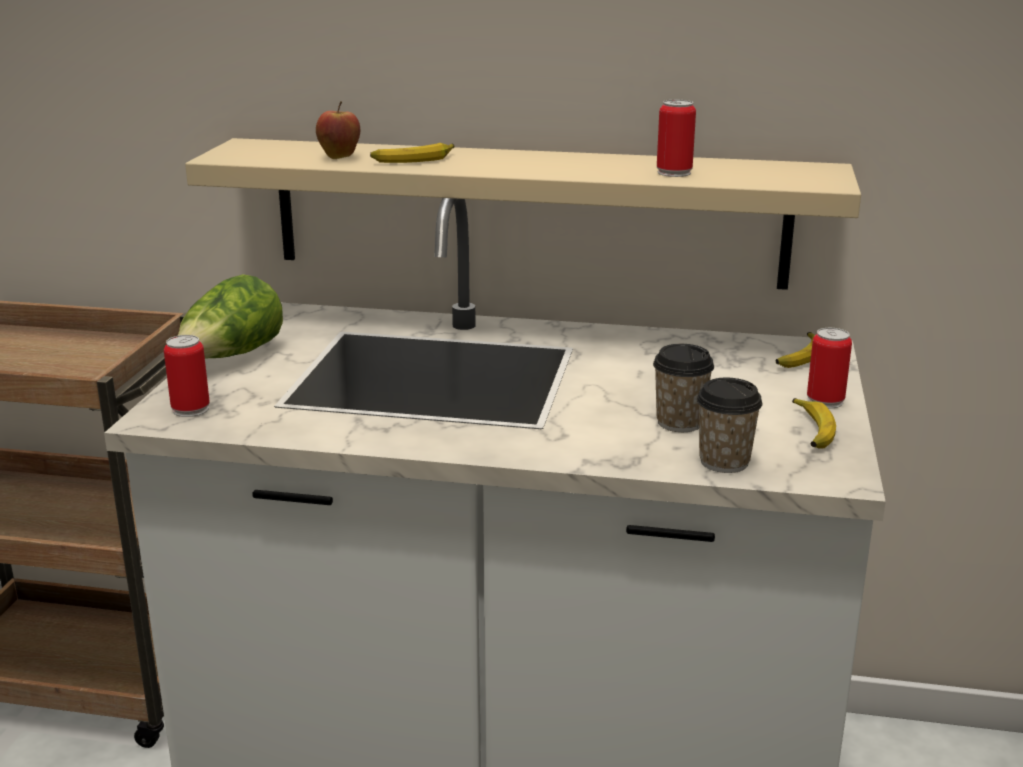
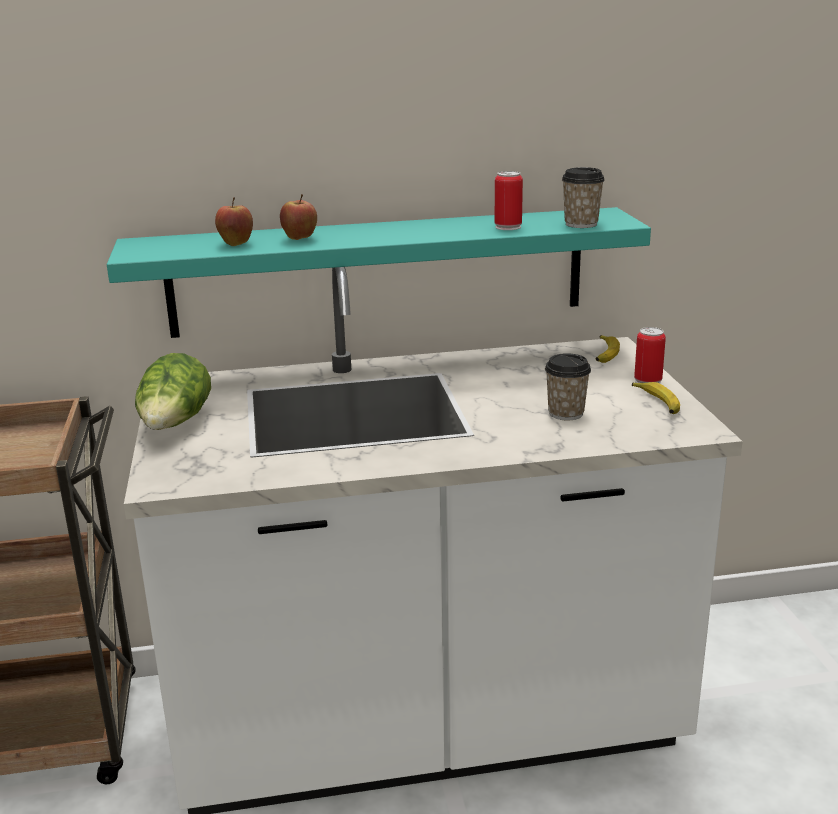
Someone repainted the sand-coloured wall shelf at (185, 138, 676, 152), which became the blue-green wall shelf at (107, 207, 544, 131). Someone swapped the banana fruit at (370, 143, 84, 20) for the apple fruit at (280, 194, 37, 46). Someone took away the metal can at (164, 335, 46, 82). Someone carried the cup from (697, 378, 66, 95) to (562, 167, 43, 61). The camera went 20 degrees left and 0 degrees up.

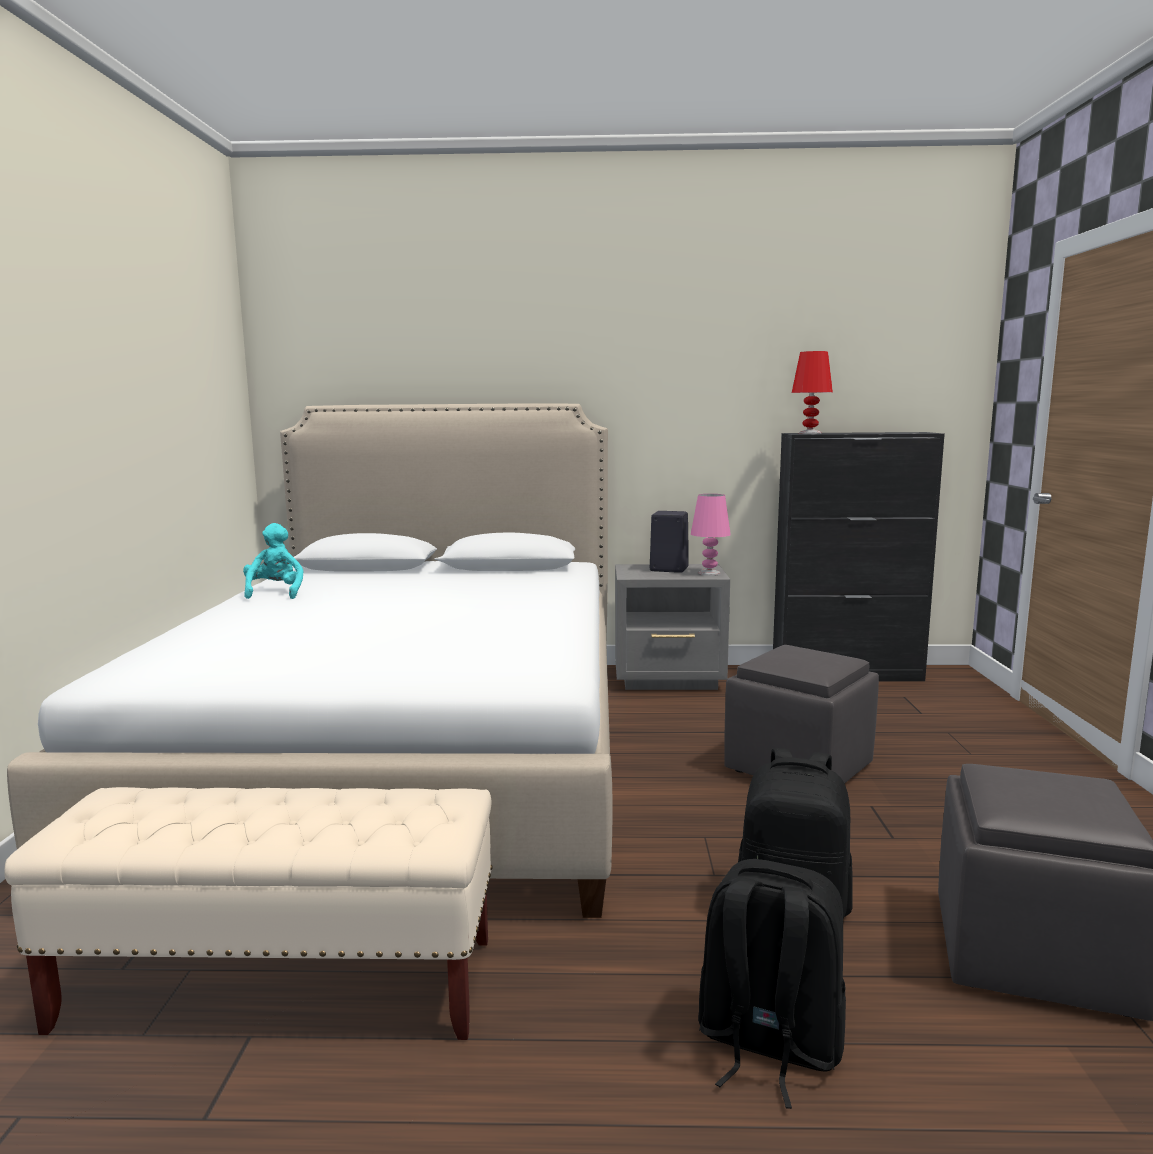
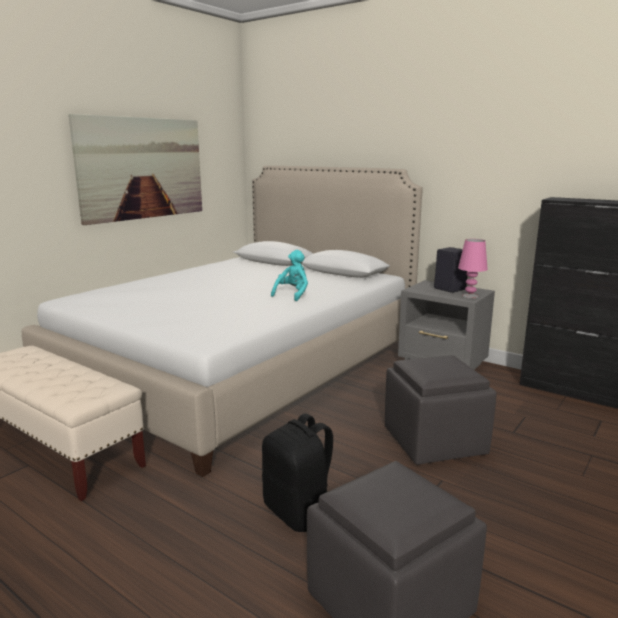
Someone took away the reddish tabletop lamp at (792, 351, 41, 83). Someone carried the blue-green plush toy from (243, 523, 60, 76) to (271, 250, 37, 51). Someone took away the blackish rucksack at (698, 859, 148, 250). Someone put up the picture at (68, 114, 134, 111). The camera went 35 degrees right and 5 degrees up.

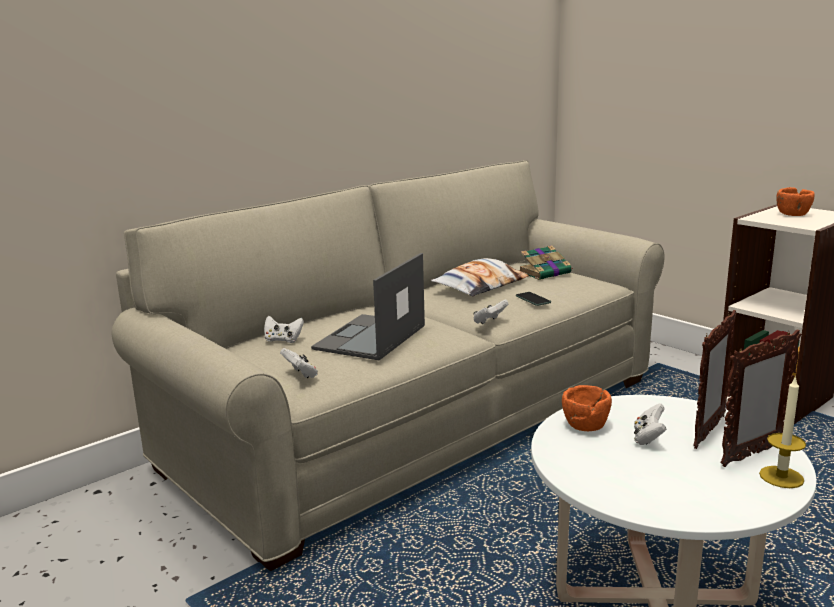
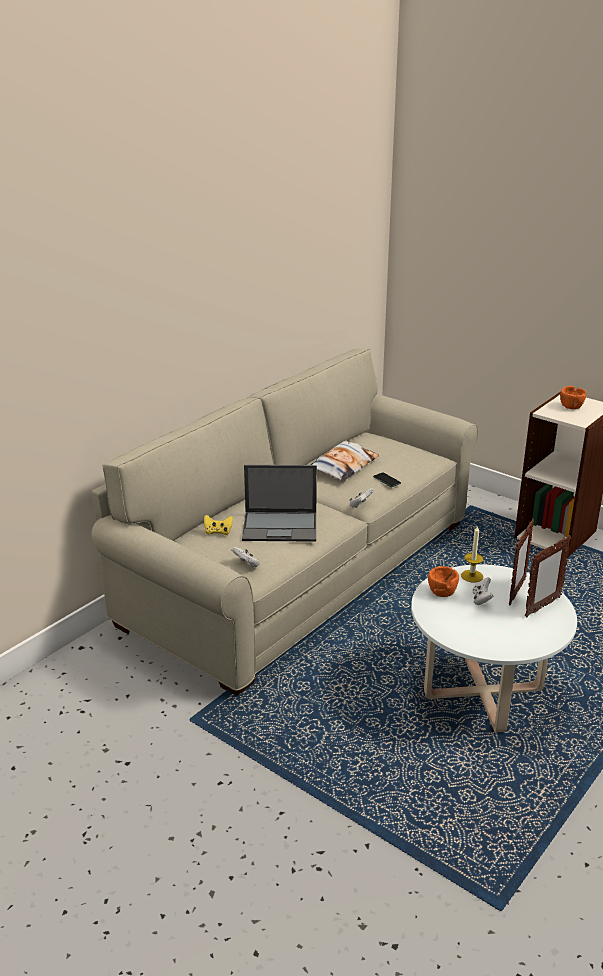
Someone took away the volume at (520, 245, 53, 35). Someone rotated the laptop at (311, 253, 114, 107) by 105 degrees counterclockwise. Someone repainted the white-coloured joypad at (264, 316, 40, 27), which became the yellowish joypad at (204, 515, 29, 20). Someone carried the wax candle from (759, 376, 47, 112) to (461, 525, 23, 57). The camera went 10 degrees left and 10 degrees up.

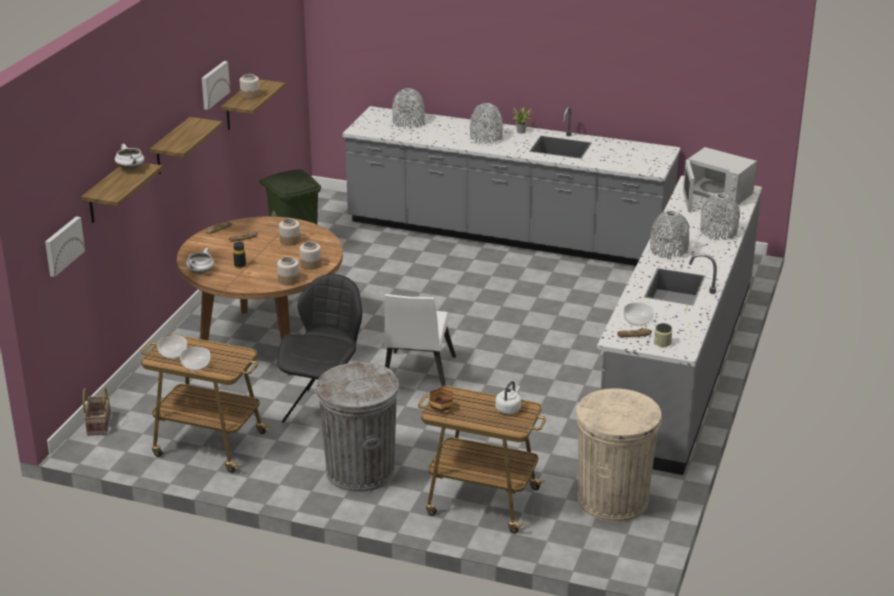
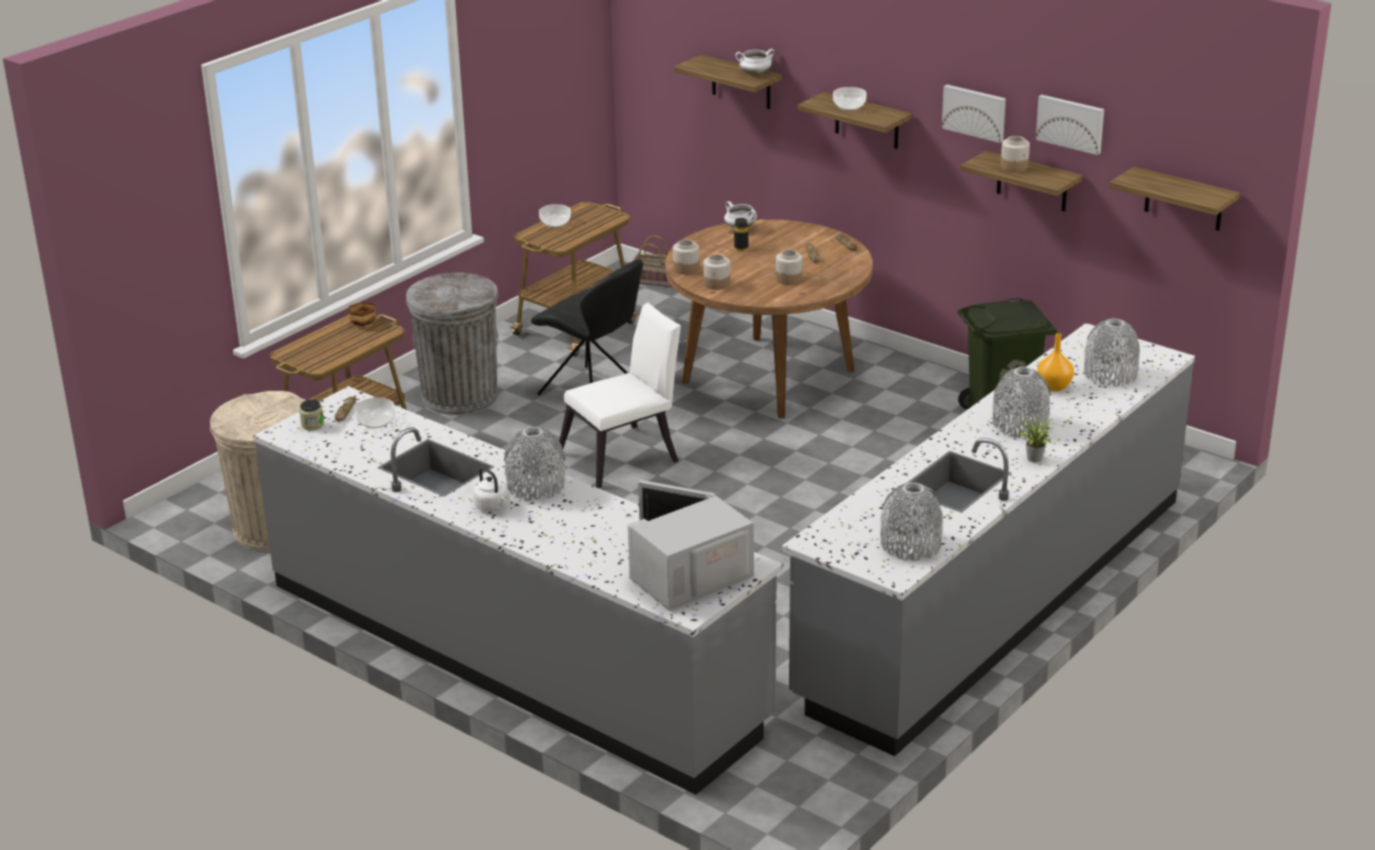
Someone carried the grey vase from (700, 193, 40, 47) to (880, 483, 63, 78). Someone carried the picture from (45, 216, 40, 61) to (1036, 95, 68, 60). Someone rotated the white-coloured chair at (384, 294, 72, 92) by 120 degrees clockwise. Someone carried the deep dish from (157, 335, 30, 24) to (833, 87, 34, 24). Someone carried the white-coloured kettle from (496, 381, 25, 33) to (473, 467, 36, 44). Someone put up the wall shelf at (1109, 166, 131, 65). Someone put down the orange vase at (1037, 333, 37, 58). The camera went 110 degrees right and 0 degrees up.

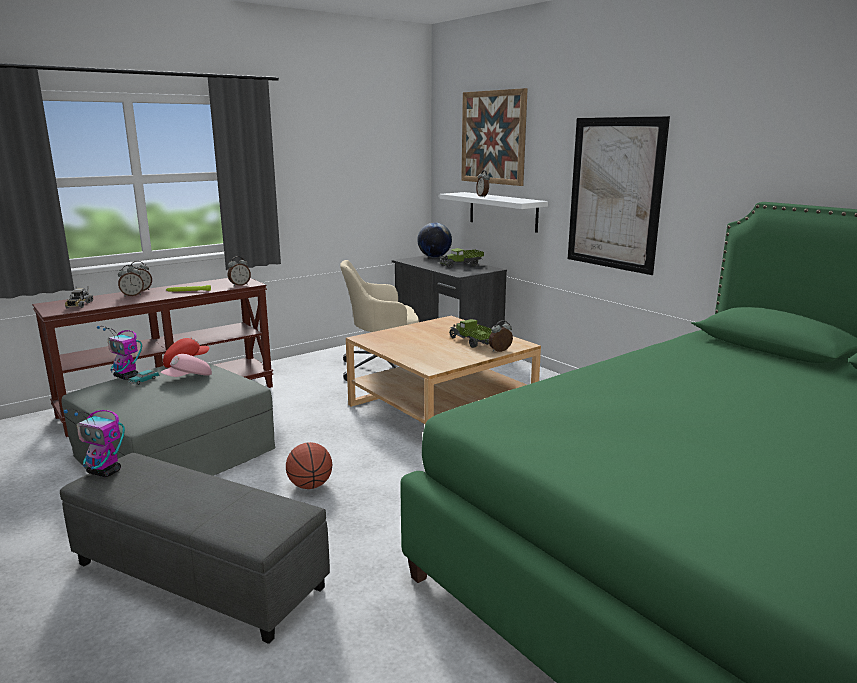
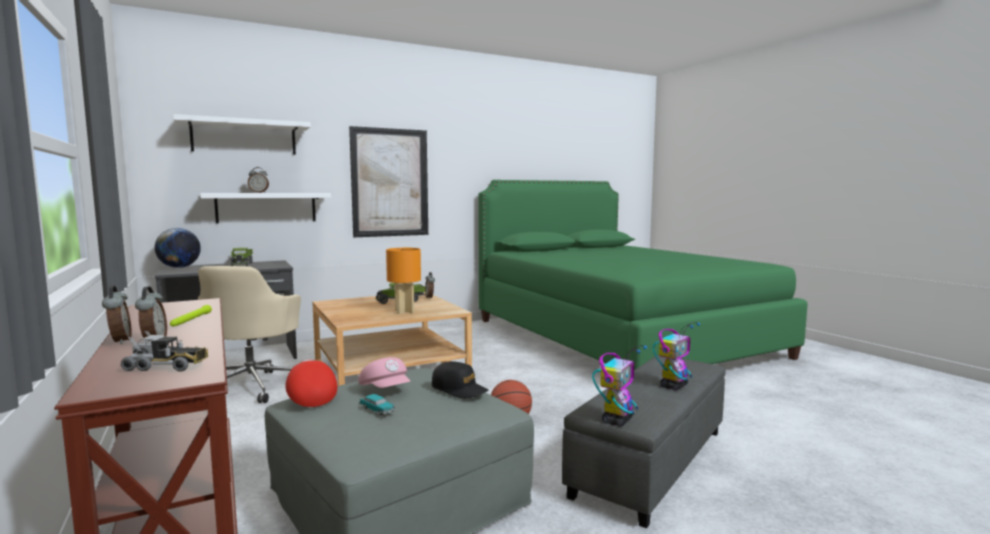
Someone swapped the picture at (461, 88, 67, 98) for the white-coloured wall shelf at (173, 114, 138, 41). Someone took away the table clock at (228, 256, 23, 30). Someone carried the model robot from (97, 326, 45, 54) to (653, 323, 47, 67). Someone put down the orange tabletop lamp at (386, 248, 35, 66). Someone put down the blackish baseball cap at (432, 361, 57, 37). The camera went 80 degrees left and 10 degrees down.

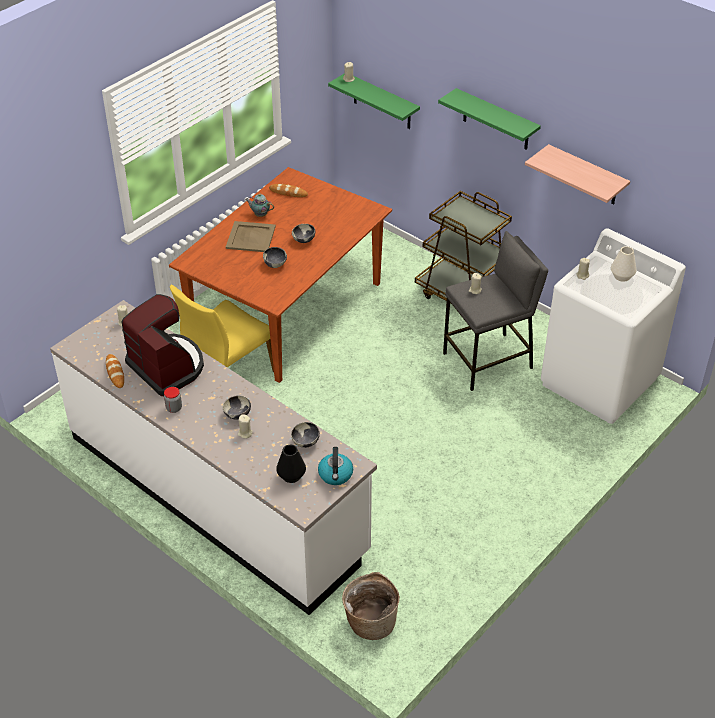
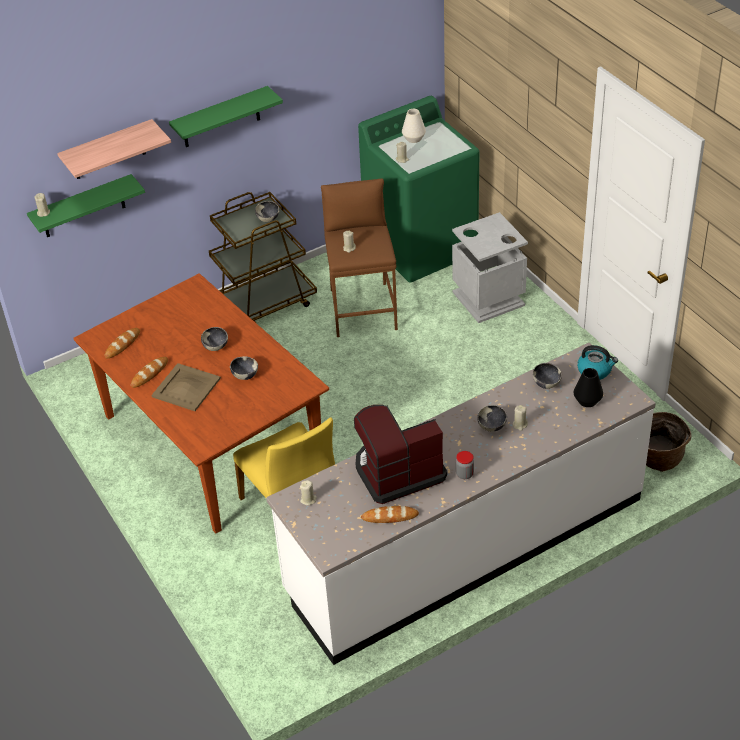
Someone carried the wall shelf from (525, 144, 105, 61) to (57, 119, 114, 60). Someone swapped the tea pot at (245, 194, 29, 23) for the bakery bread at (131, 357, 37, 31). Someone repainted the white-coloured laundry appliance at (541, 228, 145, 196), which became the green laundry appliance at (358, 96, 122, 187). Someone repainted the grey stool seat at (443, 231, 105, 160), which became the brownish stool seat at (321, 179, 77, 158). Someone put down the deep dish at (255, 201, 24, 21). Someone put down the grey trash can at (452, 212, 76, 111). The camera went 70 degrees left and 0 degrees up.

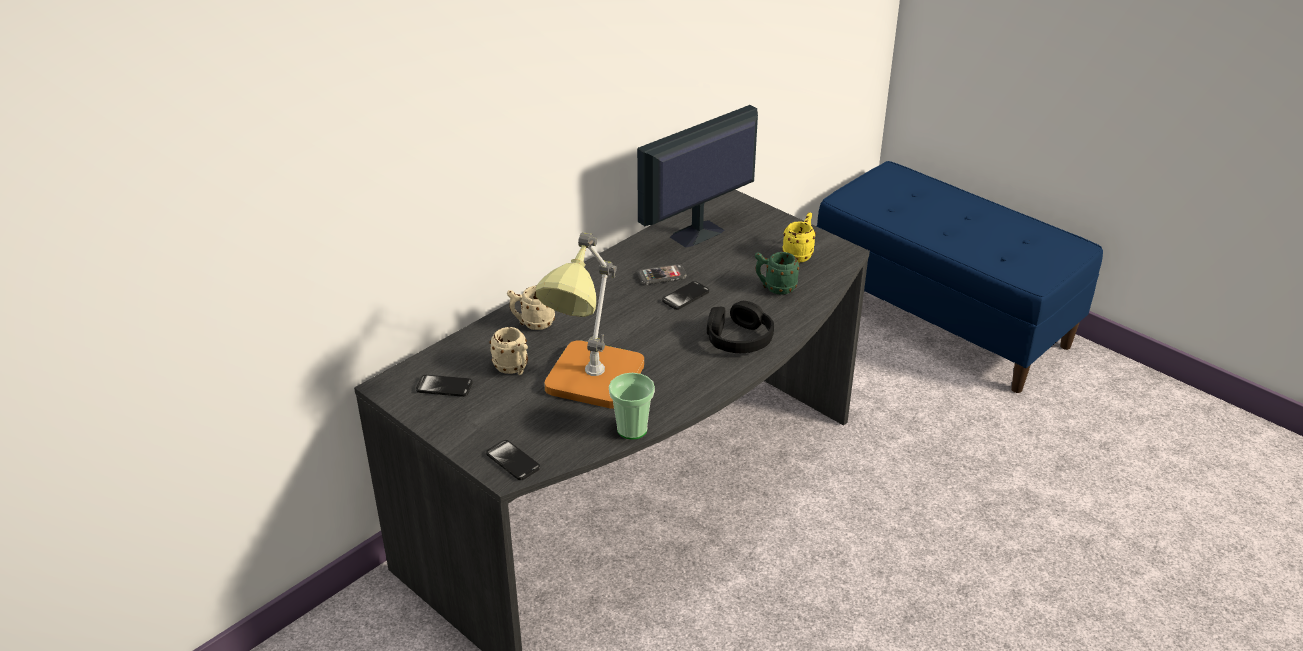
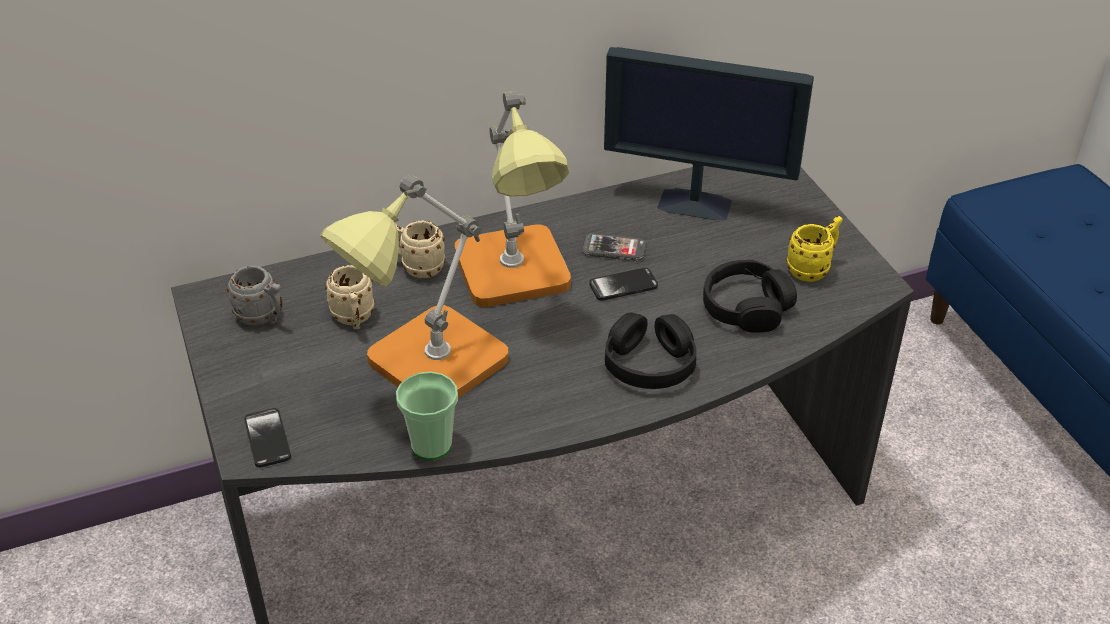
Someone rotated the computer screen at (637, 105, 121, 143) by 150 degrees counterclockwise. Someone swapped the green coffee mug at (755, 252, 44, 43) for the blackish headphones at (703, 260, 94, 73). Someone swapped the phone at (416, 375, 57, 22) for the grey coffee mug at (227, 265, 55, 60). Someone put down the tabletop lamp at (455, 91, 116, 216). The camera went 25 degrees right and 5 degrees up.

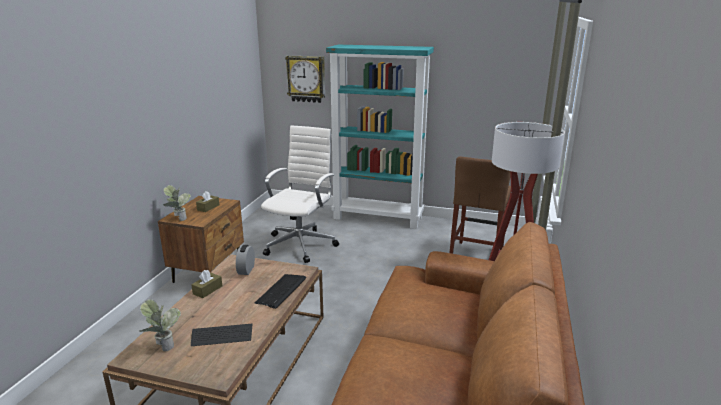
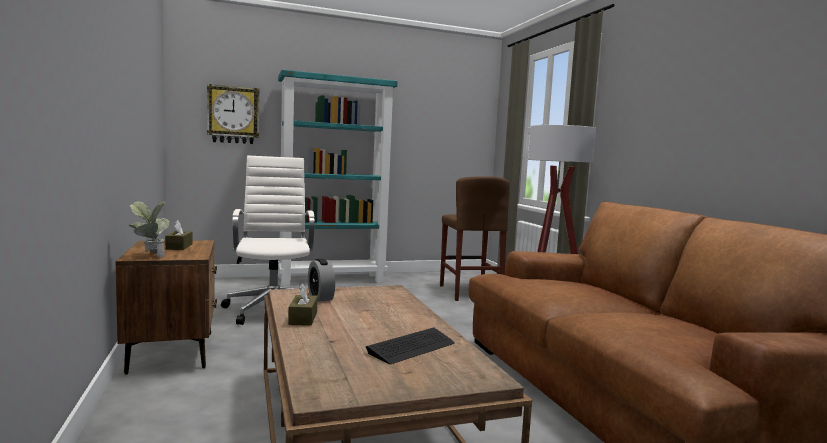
Someone took away the PC keyboard at (255, 274, 51, 35). Someone took away the plant in a pot at (139, 299, 42, 53). The camera went 35 degrees left and 15 degrees down.

